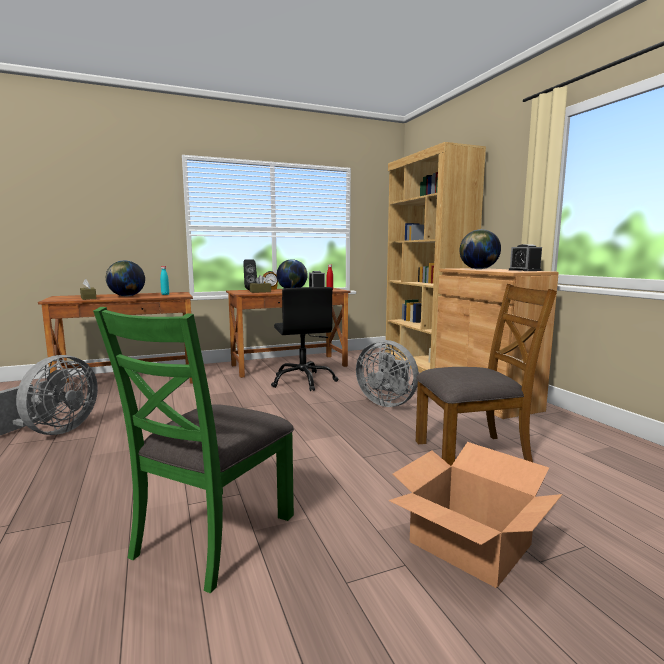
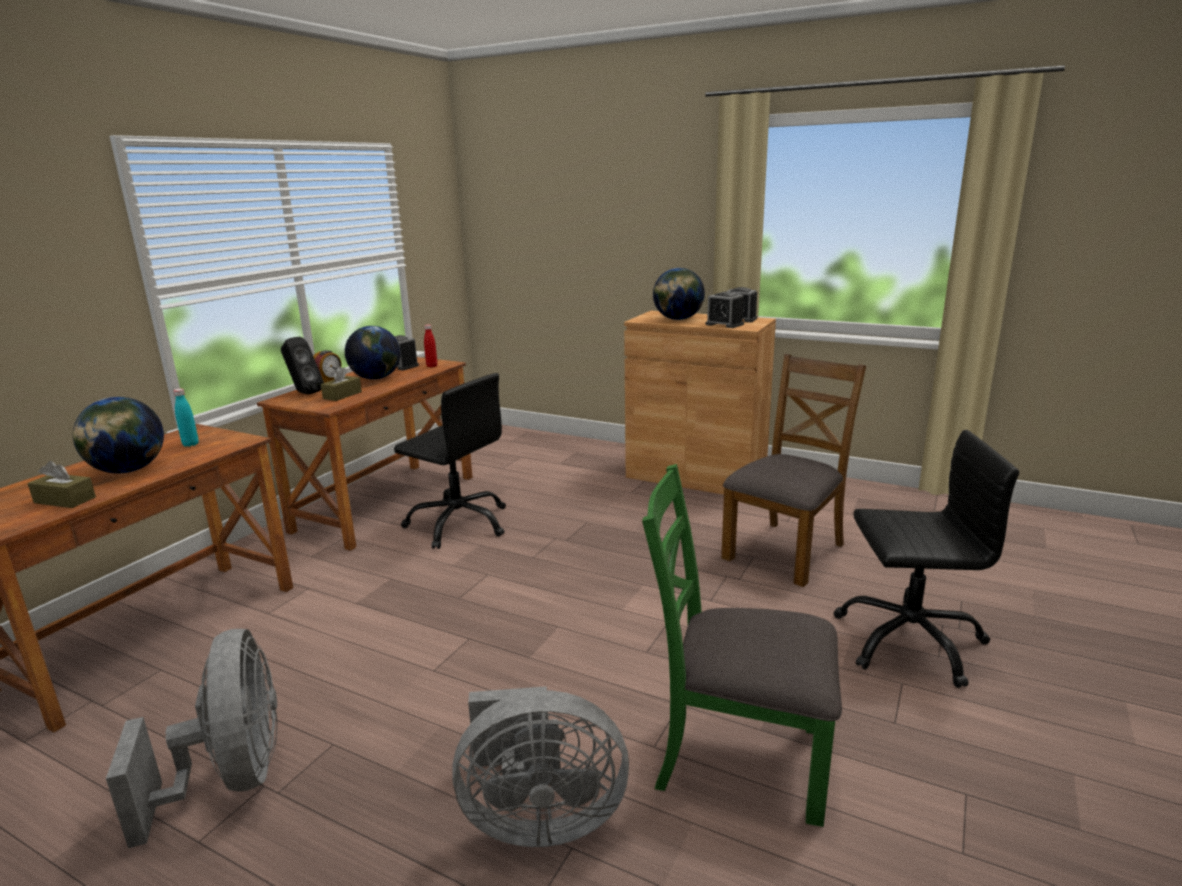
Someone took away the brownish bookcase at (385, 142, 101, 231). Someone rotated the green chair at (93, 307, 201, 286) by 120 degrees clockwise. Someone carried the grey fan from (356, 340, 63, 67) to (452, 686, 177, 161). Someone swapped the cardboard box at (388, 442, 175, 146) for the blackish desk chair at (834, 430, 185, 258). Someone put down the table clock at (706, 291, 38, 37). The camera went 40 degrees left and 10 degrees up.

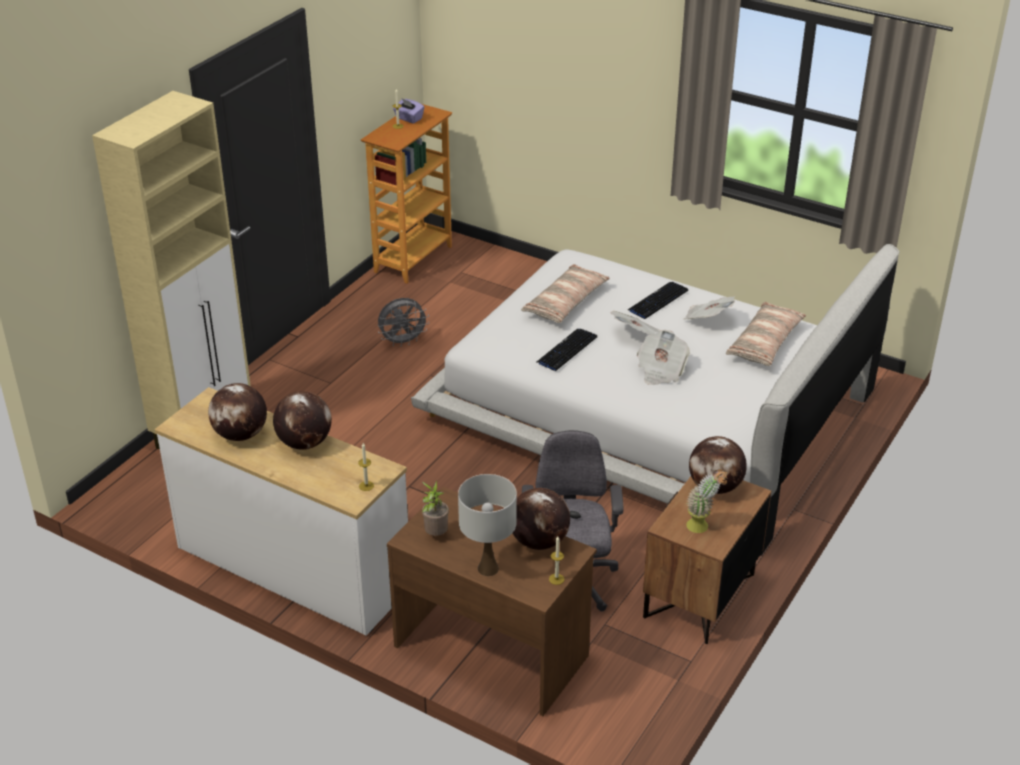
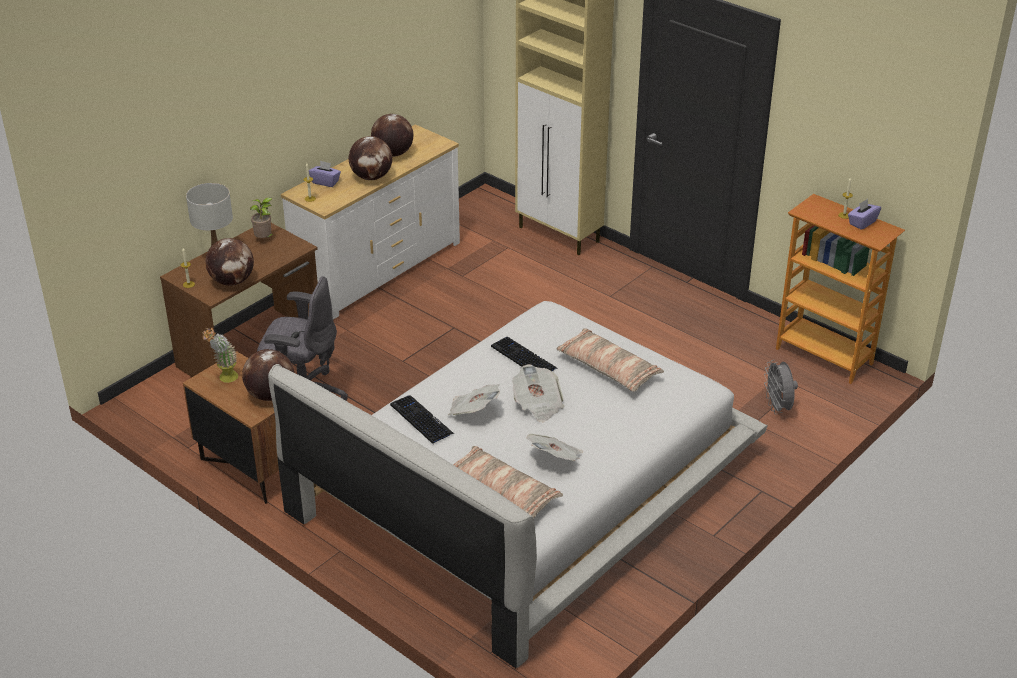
Someone carried the PC keyboard from (628, 282, 60, 37) to (390, 395, 64, 49). Someone carried the grey fan from (378, 298, 51, 49) to (764, 360, 34, 54). Someone put down the purplish box of tissues at (309, 161, 32, 26). The camera went 100 degrees right and 0 degrees up.

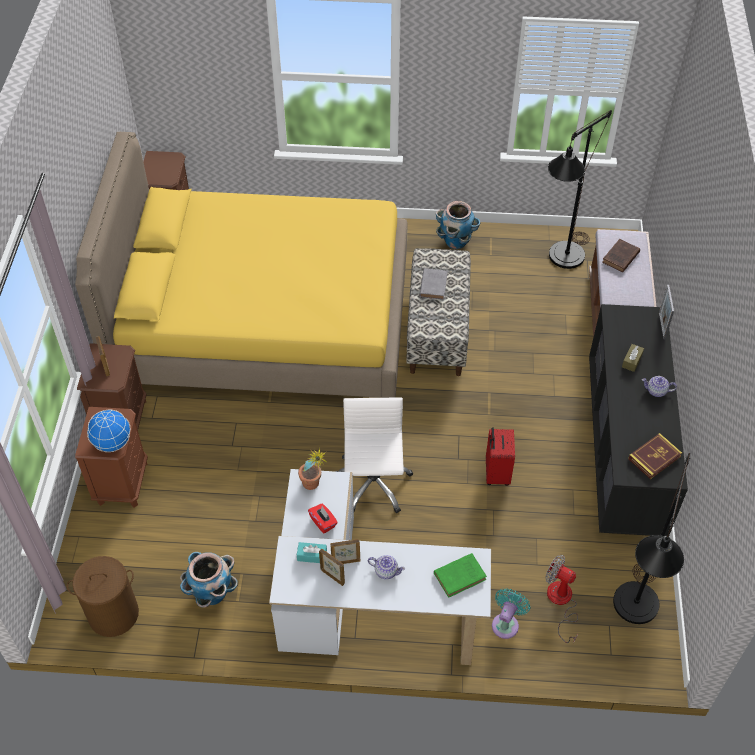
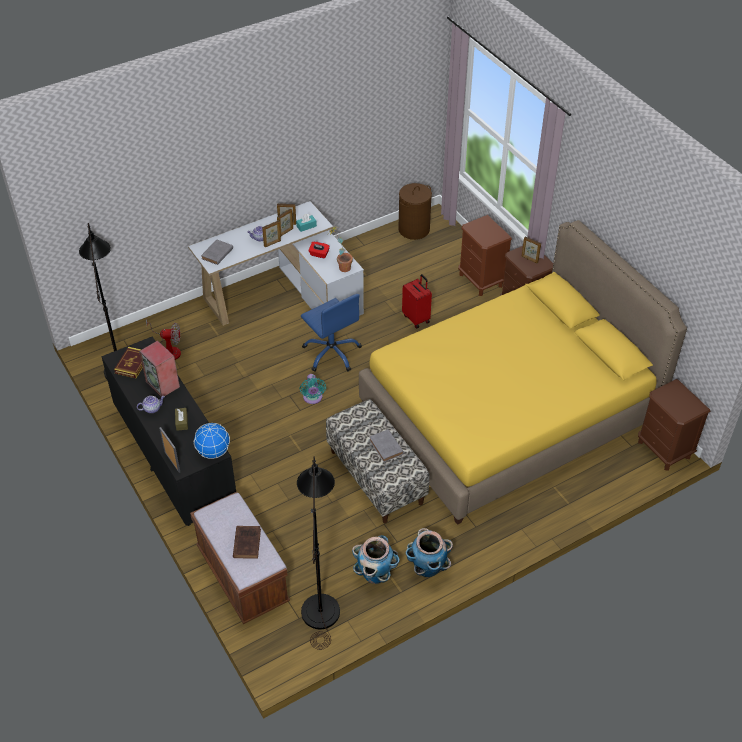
Someone repainted the white-coloured desk chair at (335, 398, 78, 115), which became the blue-coloured desk chair at (301, 294, 61, 78). Someone carried the world globe from (87, 410, 43, 42) to (194, 423, 36, 36). Someone carried the reddish suitcase from (486, 427, 29, 59) to (402, 274, 30, 55). Someone carried the flower pot from (180, 552, 58, 56) to (352, 535, 48, 49). Someone repainted the green volume at (434, 553, 53, 45), which became the grey volume at (201, 239, 32, 26). Someone carried the blue-green fan from (492, 588, 38, 51) to (299, 374, 27, 30). Someone put down the standing frame at (262, 221, 19, 26). Someone put down the audio speaker at (139, 340, 41, 57). The camera went 145 degrees right and 5 degrees down.

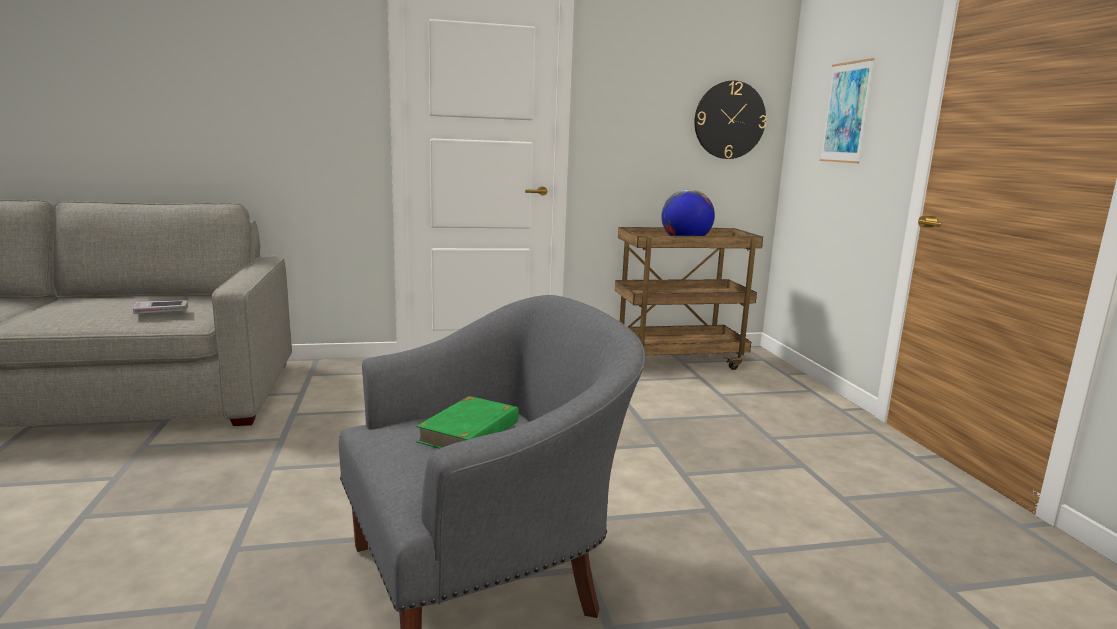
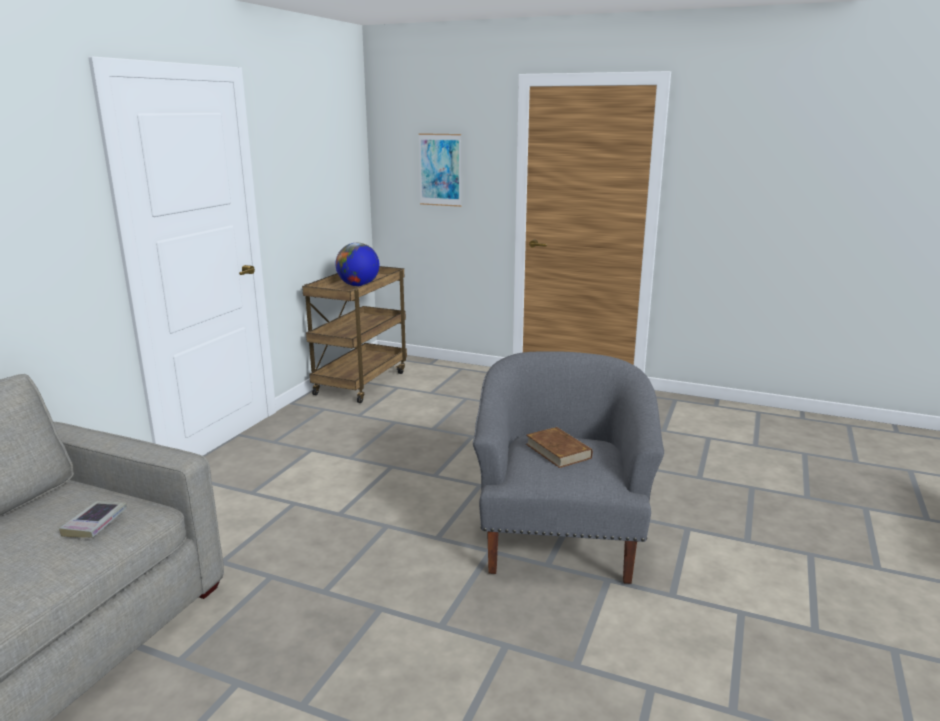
Someone took away the clock on the wall at (694, 81, 73, 78). Someone repainted the green volume at (416, 396, 103, 53), which became the brownish volume at (526, 427, 67, 41). The camera went 55 degrees left and 5 degrees up.

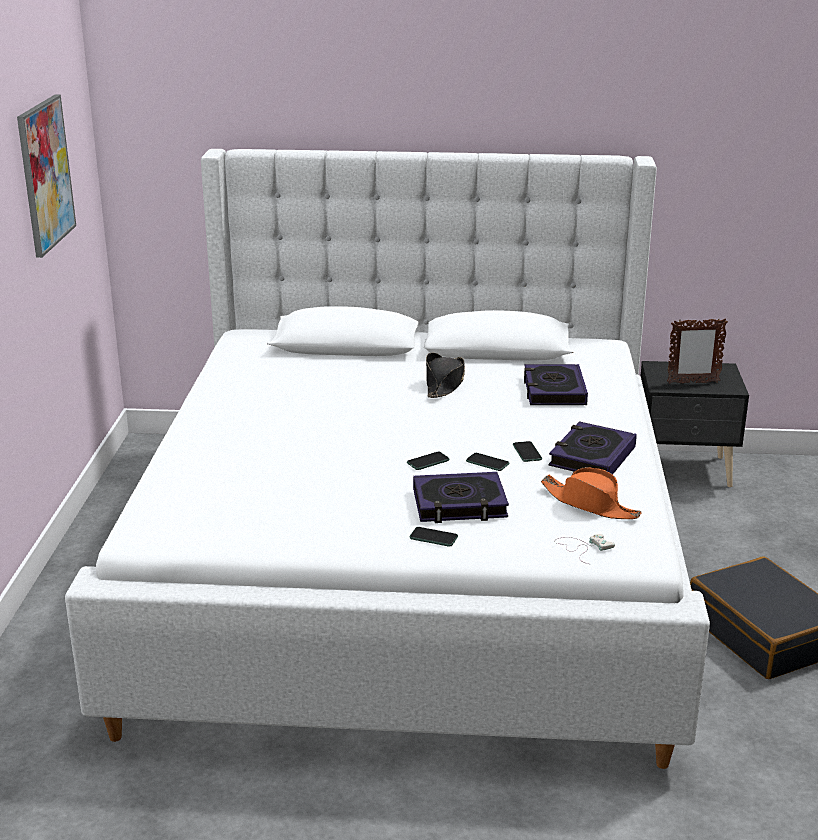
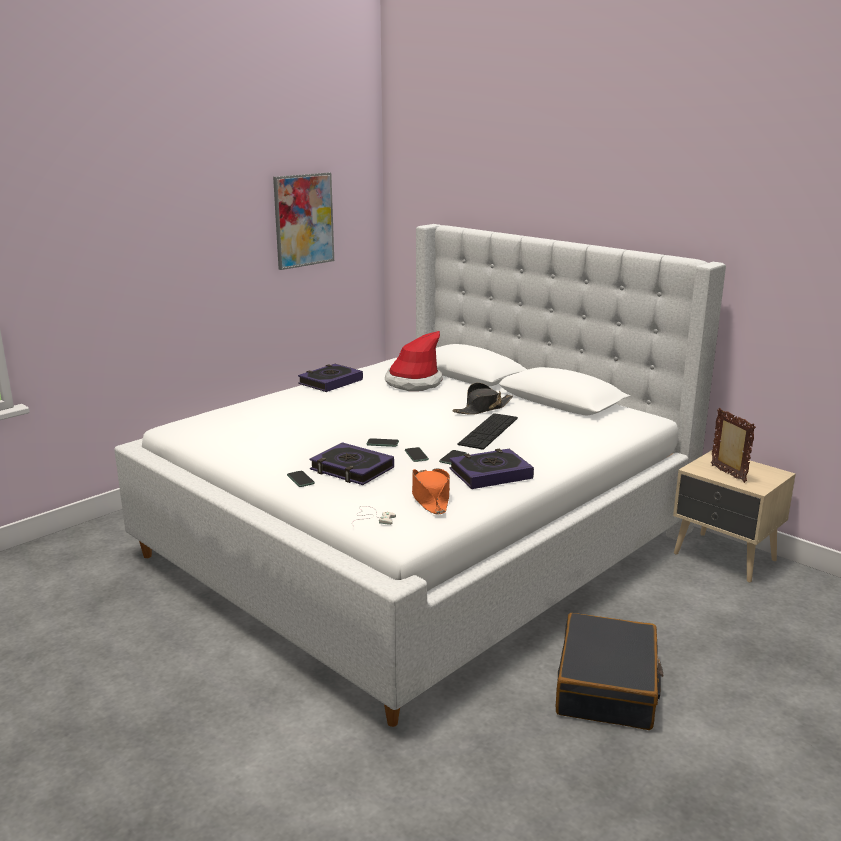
Someone rotated the standing frame at (667, 318, 61, 66) by 150 degrees counterclockwise. Someone repainted the blackish nightstand at (641, 361, 108, 126), which became the sand-coloured nightstand at (673, 450, 123, 132). Someone carried the volume from (524, 364, 64, 41) to (298, 364, 65, 28). Someone put down the wearable hat at (385, 331, 58, 60). Someone put down the PC keyboard at (458, 413, 60, 37). The camera went 40 degrees right and 5 degrees down.

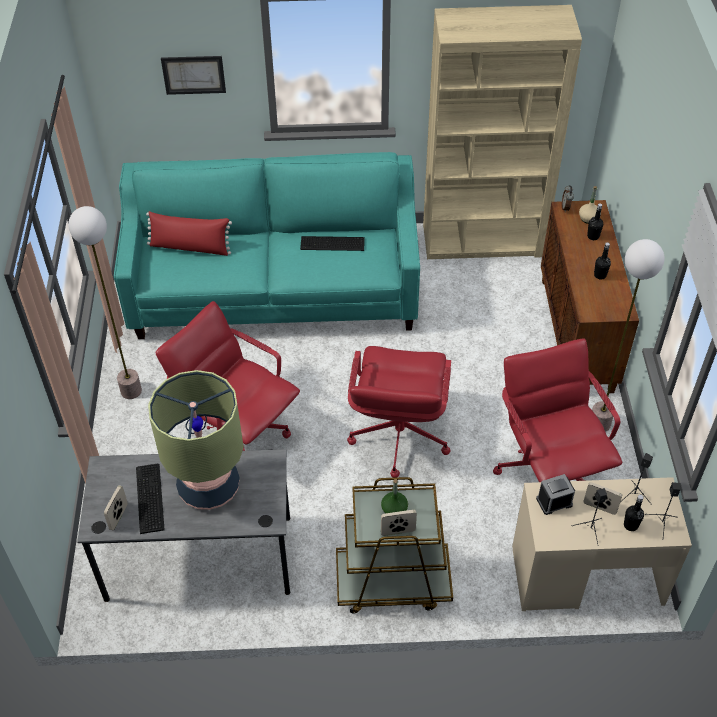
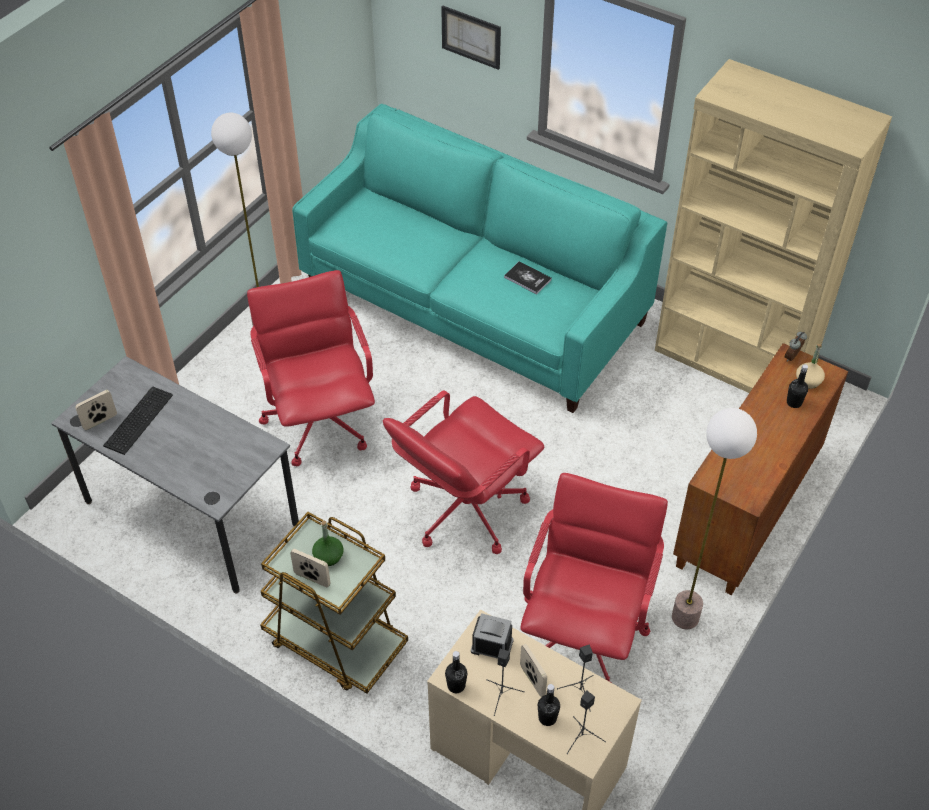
Someone took away the reddish throw pillow at (146, 211, 86, 45). Someone swapped the PC keyboard at (300, 236, 65, 15) for the volume at (504, 261, 48, 33). Someone carried the blackish beverage bottle from (594, 242, 17, 38) to (445, 651, 22, 42). Someone took away the tabletop lamp at (148, 370, 96, 140). The camera went 35 degrees right and 0 degrees up.

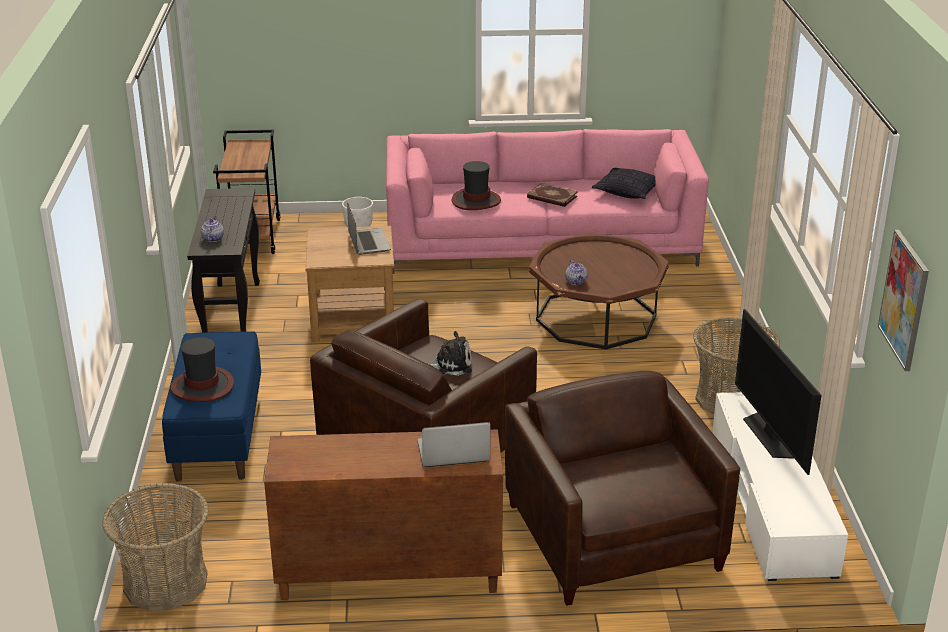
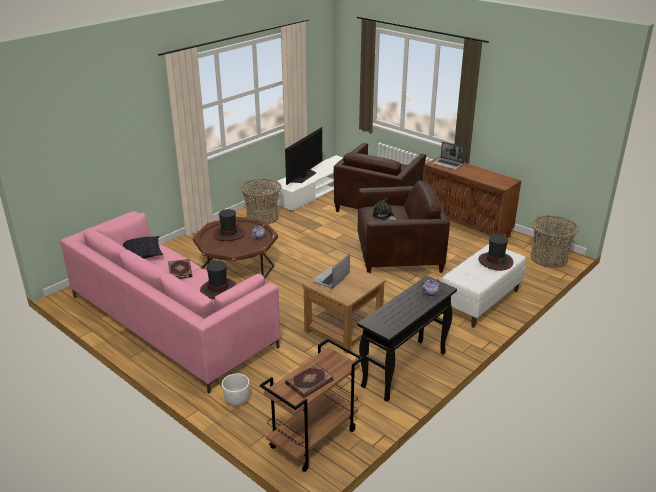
Someone took away the picture at (878, 230, 51, 141). Someone repainted the blue-coloured indoor bench at (162, 332, 99, 150), which became the white-coloured indoor bench at (441, 244, 85, 84). Someone put down the wearable hat at (213, 209, 32, 32). Someone put down the volume at (285, 363, 49, 35). The camera went 135 degrees left and 0 degrees up.

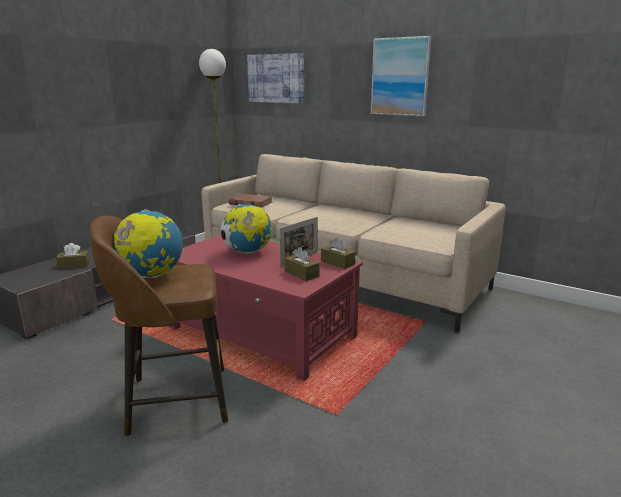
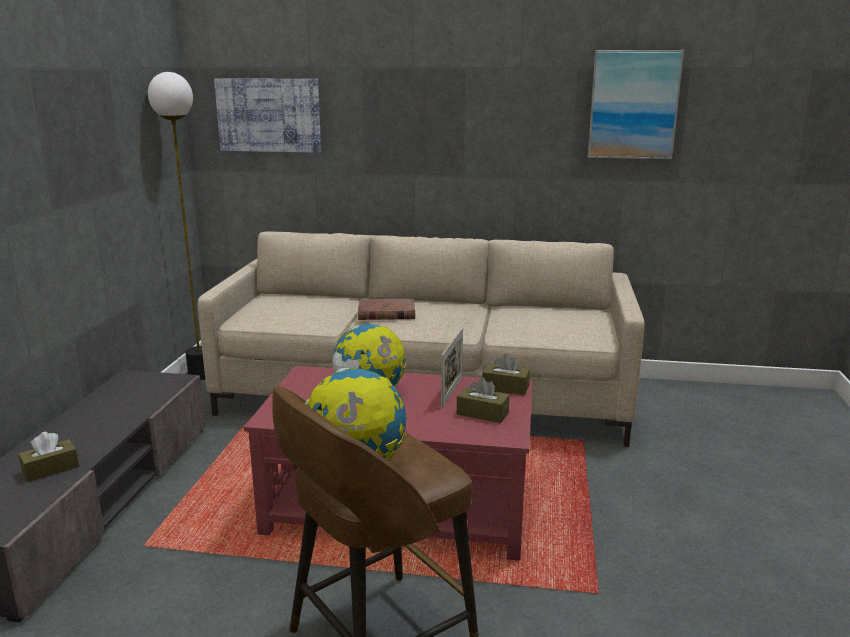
Someone carried the picture from (371, 36, 61, 80) to (588, 50, 96, 109). Someone carried the brownish volume from (229, 194, 44, 14) to (358, 298, 57, 22). The camera went 25 degrees left and 0 degrees up.

